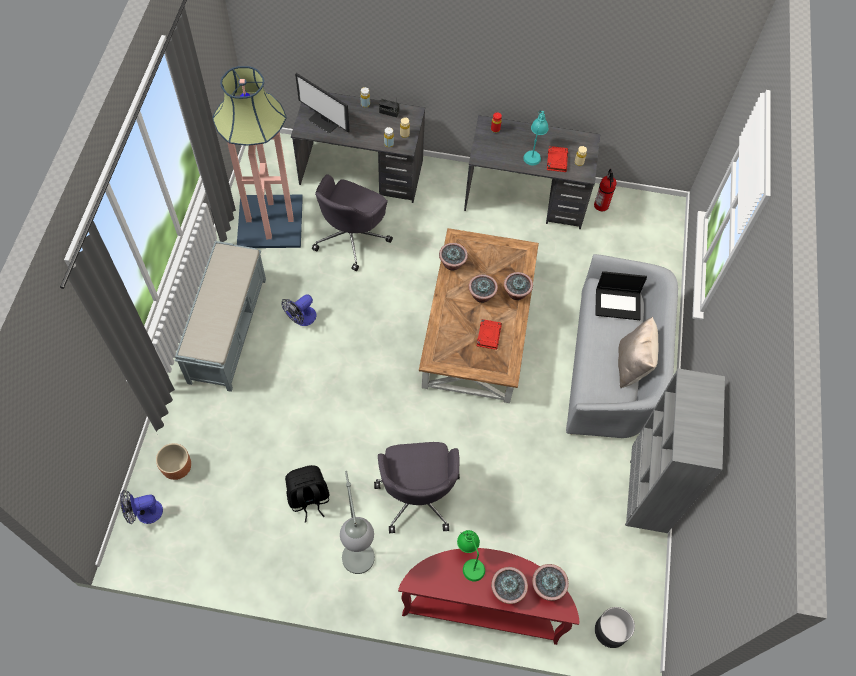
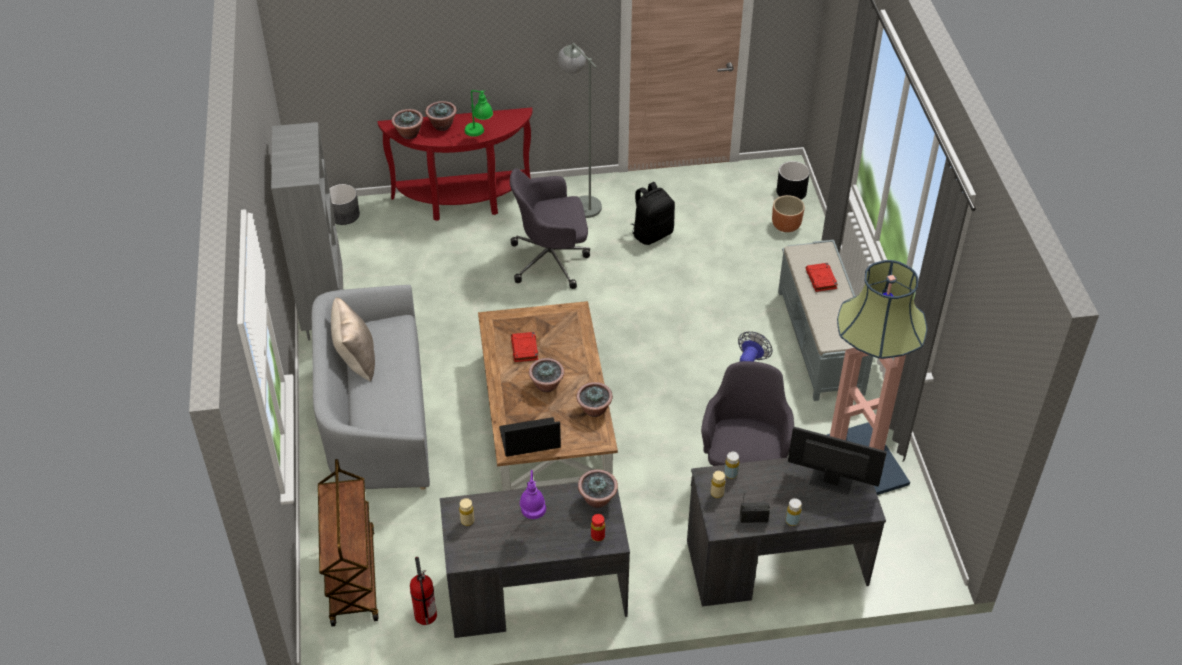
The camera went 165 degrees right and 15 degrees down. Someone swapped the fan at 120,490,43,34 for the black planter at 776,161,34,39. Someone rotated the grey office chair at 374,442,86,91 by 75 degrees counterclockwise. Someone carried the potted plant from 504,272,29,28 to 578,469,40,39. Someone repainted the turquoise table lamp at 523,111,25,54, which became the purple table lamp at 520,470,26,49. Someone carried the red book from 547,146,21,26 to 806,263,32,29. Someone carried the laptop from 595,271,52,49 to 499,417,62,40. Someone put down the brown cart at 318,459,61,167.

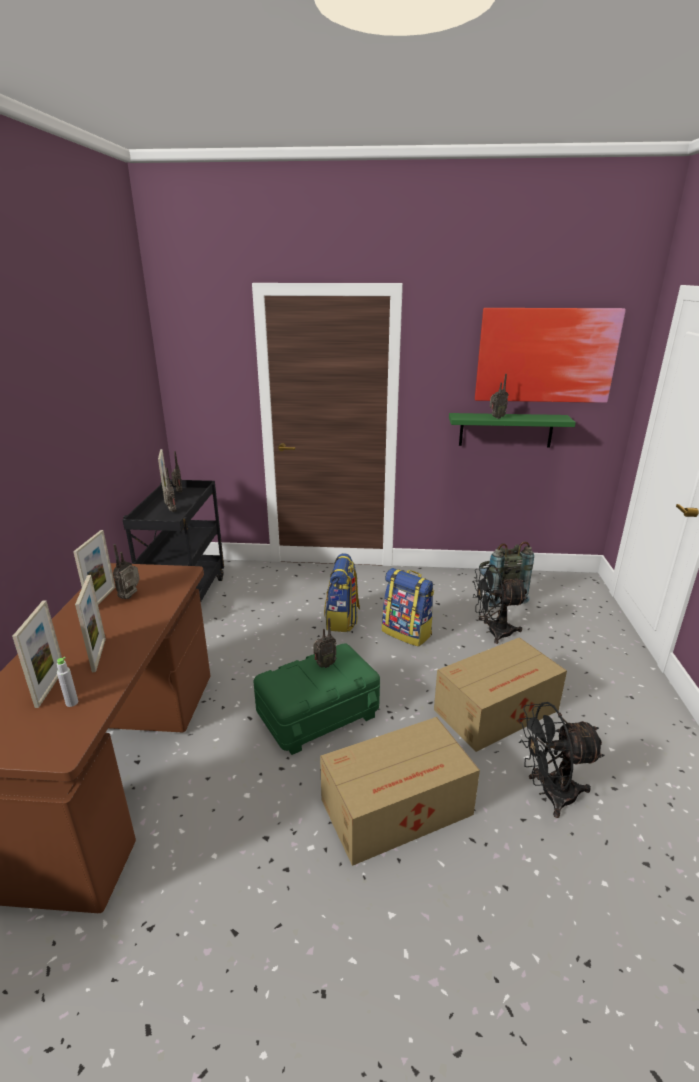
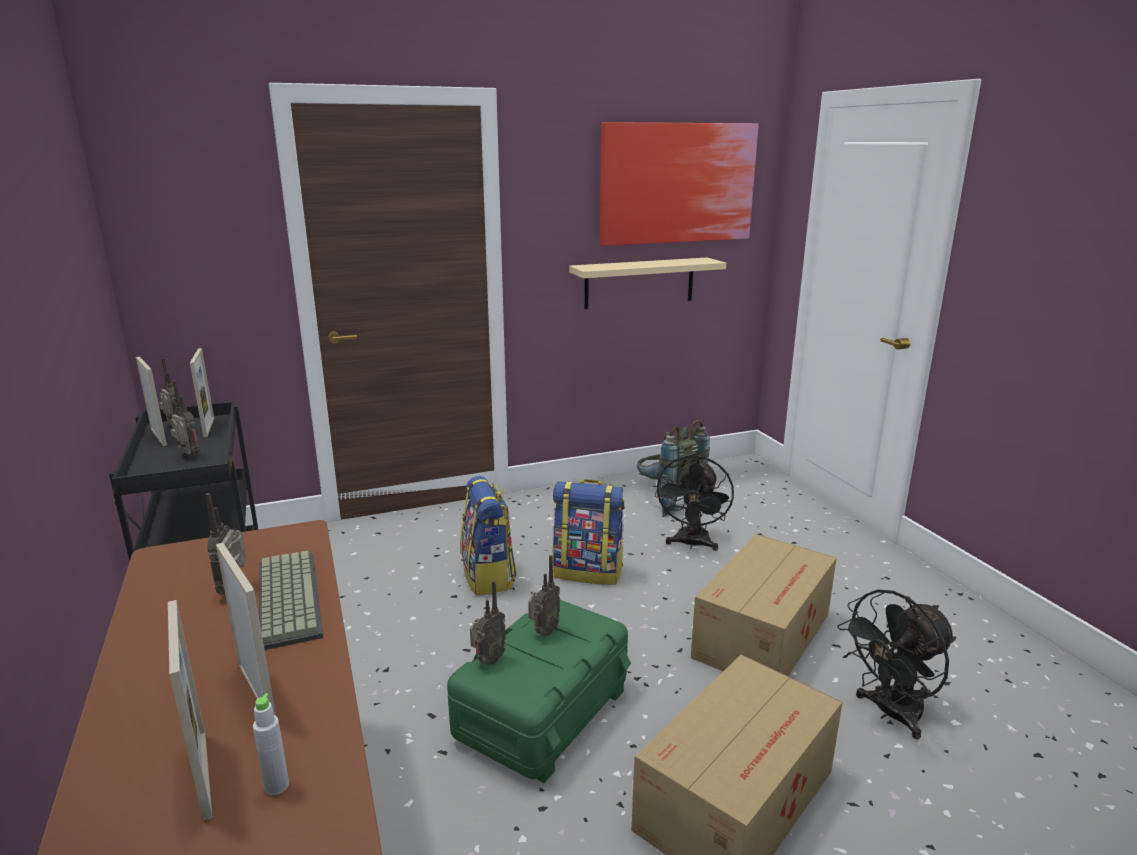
The camera went 25 degrees left and 5 degrees down. Someone carried the picture frame from 73,530,42,75 to 190,348,24,89. Someone repainted the green shelf at 449,413,127,35, which became the beige shelf at 569,257,157,52. Someone rotated the black fan at 472,565,55,79 by 45 degrees counterclockwise. Someone carried the radio from 490,374,18,45 to 470,580,36,86. Someone put down the keyboard at 259,550,64,100.

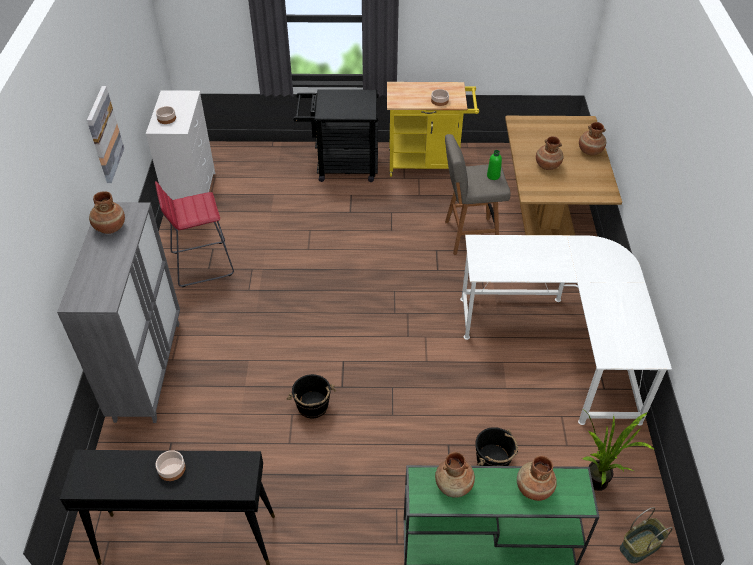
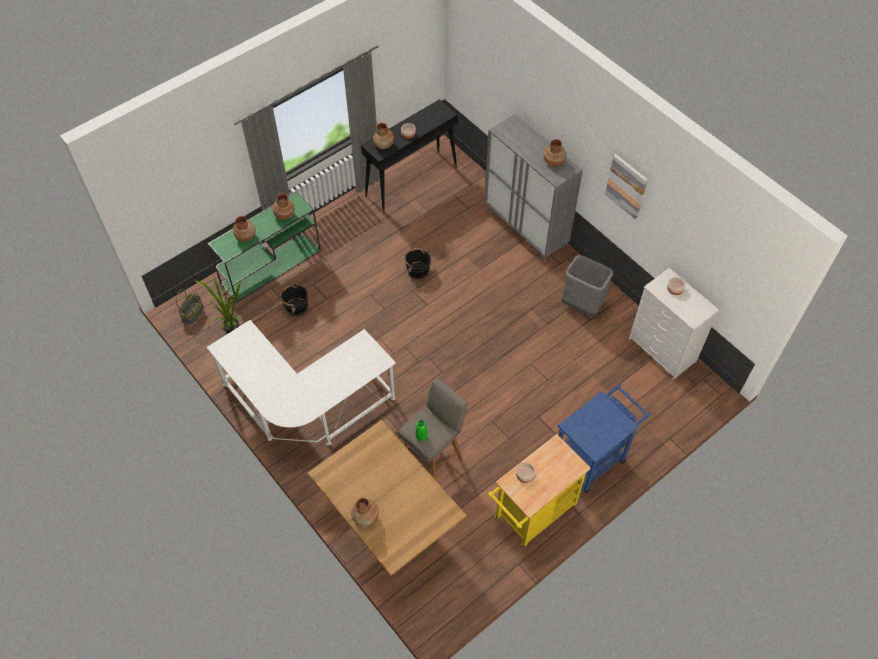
The camera went 140 degrees right and 10 degrees up. Someone swapped the red stool at 155,181,79,106 for the grey trash can at 562,255,51,62. Someone repainted the black cart at 293,89,86,93, which became the blue cart at 558,384,93,110. Someone carried the brown vase from 536,136,27,34 to 373,123,21,26.

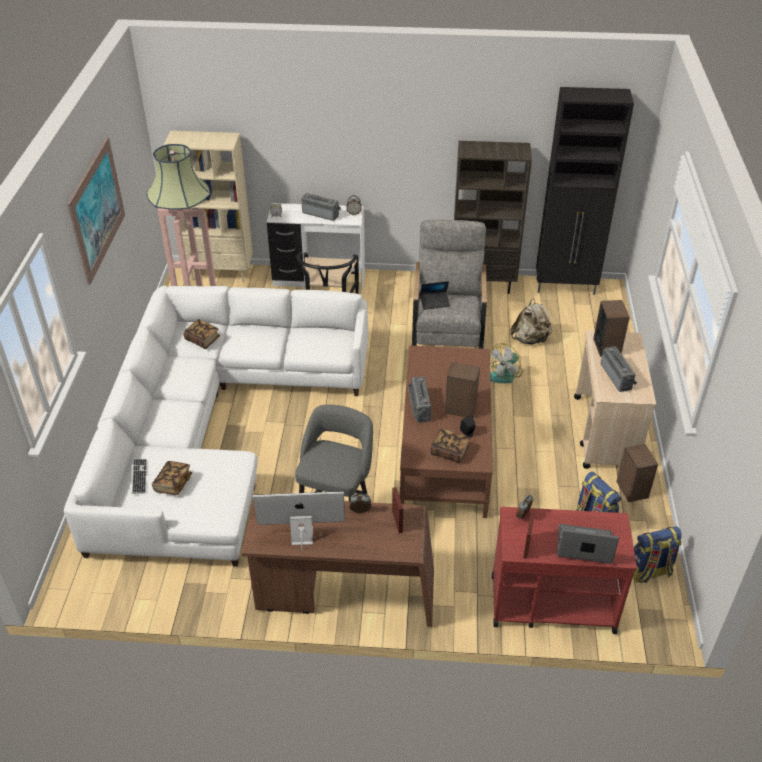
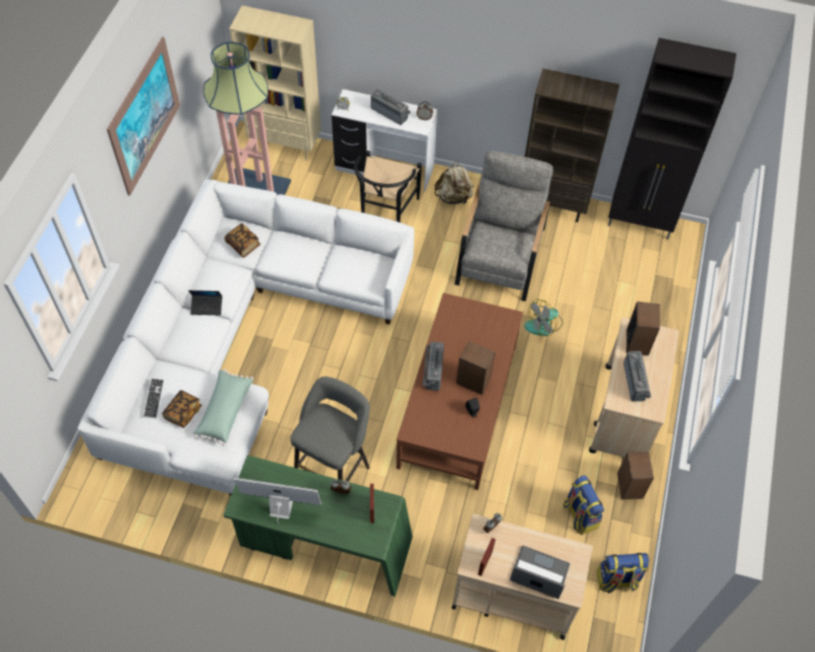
The camera went 10 degrees right and 15 degrees up. Someone repainted the brown desk at 242,501,192,126, which became the green desk at 223,455,190,141. Someone carried the laptop from 420,281,30,29 to 188,290,34,25. Someone took away the book at 431,428,39,35. Someone repainted the red cart at 492,507,145,127, which became the beige cart at 452,514,141,126. Someone carried the beige backpack from 510,299,42,46 to 434,161,40,43. Someone put down the green pillow at 193,369,60,77.

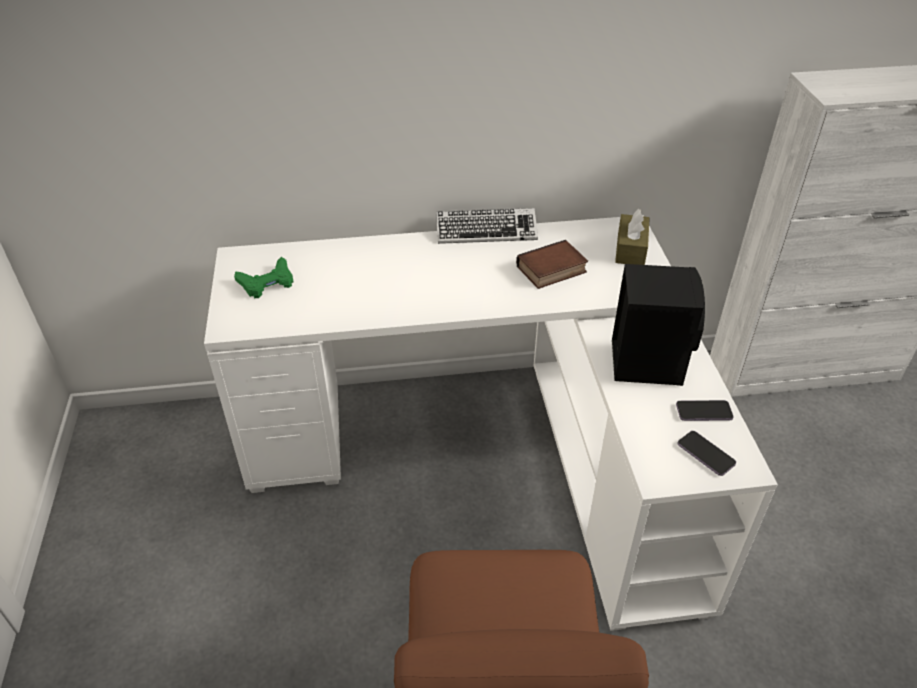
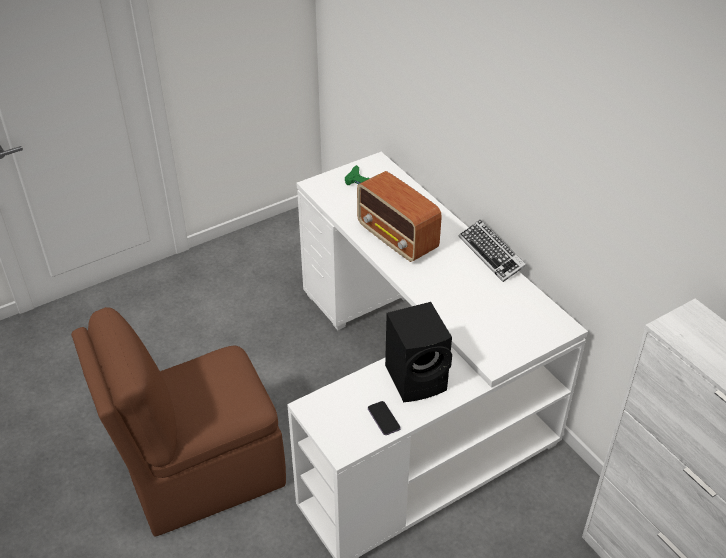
The camera went 65 degrees right and 0 degrees up. Someone took away the book at 516,240,72,49. Someone took away the brown tissue box at 615,209,35,56. Someone took away the phone at 678,431,58,45. Someone put down the radio at 357,171,85,91.

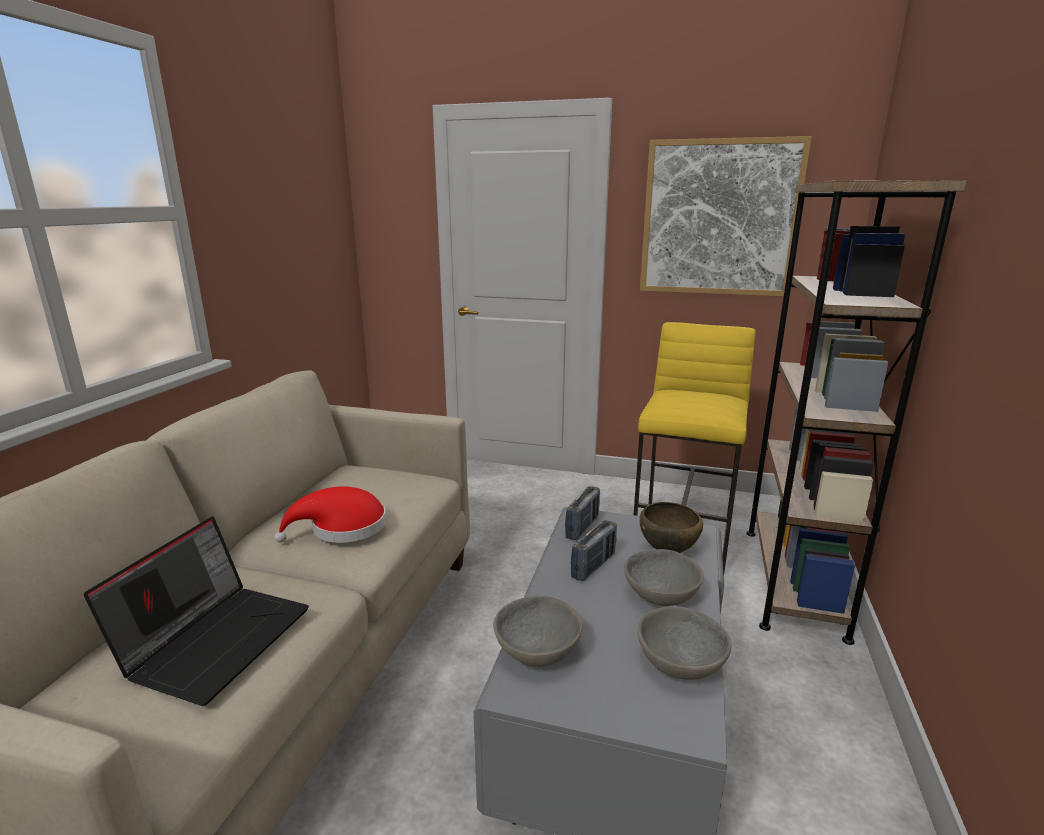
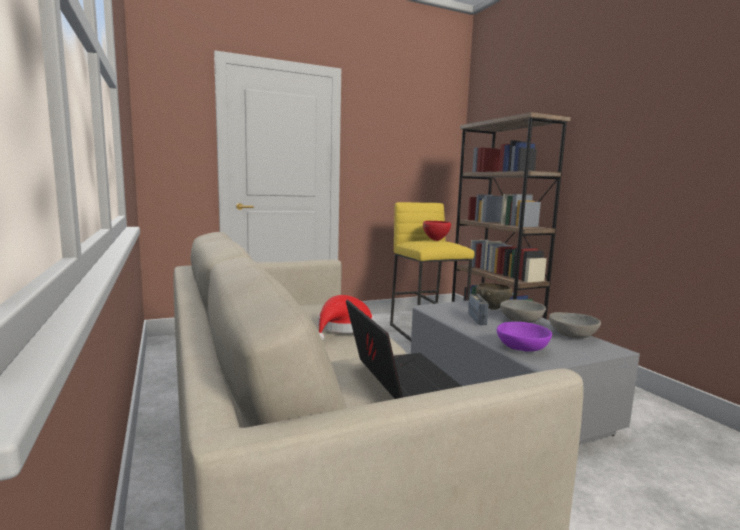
The camera went 40 degrees left and 10 degrees down. Someone repainted the grey bowl at 493,596,89,71, which became the purple bowl at 497,322,55,30. Someone took away the radio at 565,486,35,54. Someone took away the picture at 640,136,172,161. Someone put down the red bowl at 423,221,28,20.

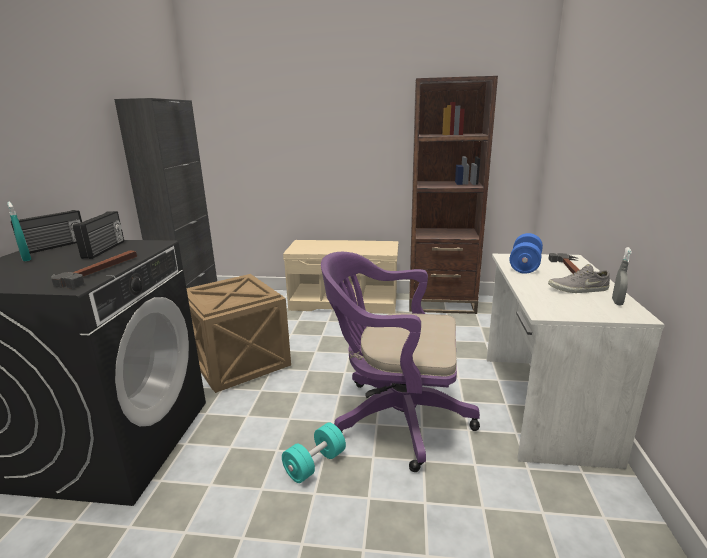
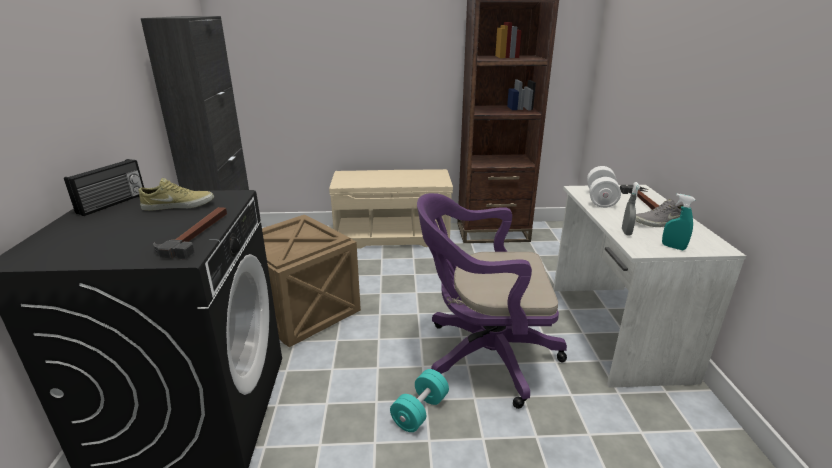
The camera went 10 degrees left and 5 degrees up. Someone carried the turquoise spray bottle from 7,202,24,59 to 662,194,33,56. Someone swapped the radio at 73,211,51,48 for the beige shoe at 138,178,76,33. Someone repainted the blue dumbbell at 509,233,34,41, which became the white dumbbell at 587,166,34,42. Someone carried the grey spray bottle from 612,247,20,58 to 622,182,18,54.

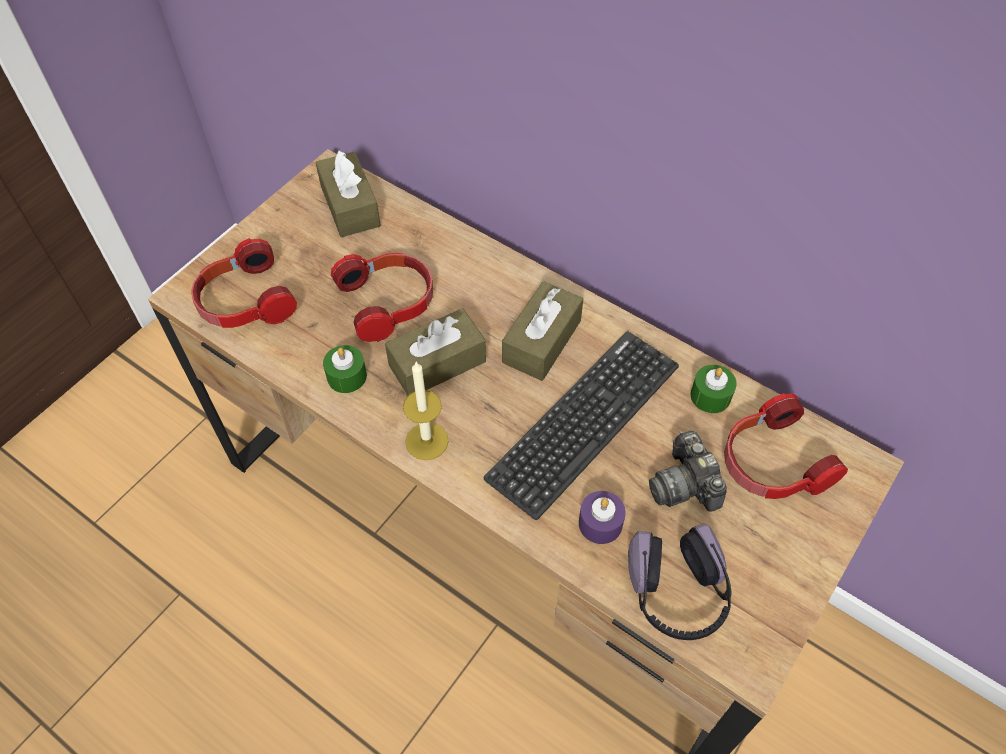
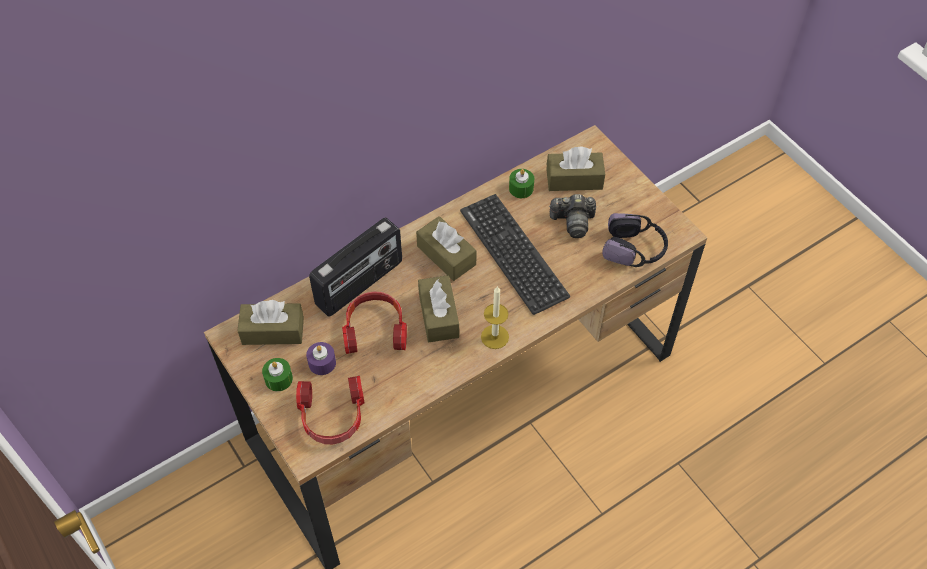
The camera went 70 degrees left and 0 degrees up. Someone carried the green candle from 323,345,44,48 to 262,358,31,33. Someone carried the purple candle from 579,491,47,53 to 306,342,30,33. Someone swapped the headphones at 724,393,124,106 for the brown tissue box at 546,146,59,45. Someone put down the radio at 309,218,93,99.

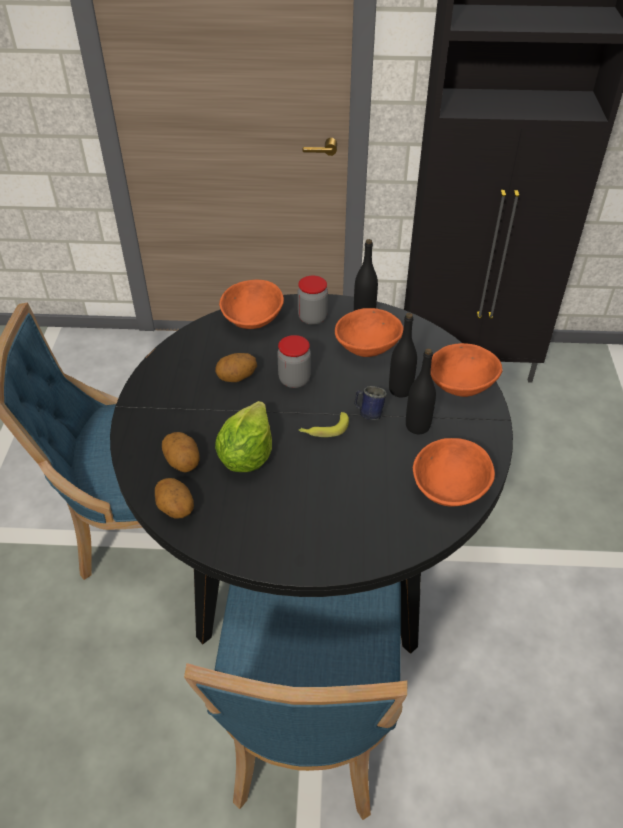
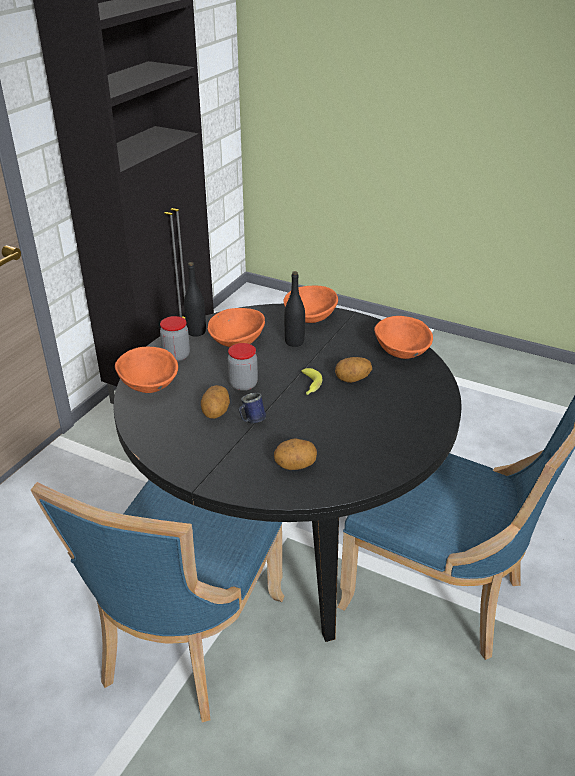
The camera went 65 degrees left and 10 degrees down. Someone carried the potato from 155,478,39,41 to 335,357,37,26. Someone took away the lettuce at 215,401,57,71. Someone carried the blue mug from 354,386,33,34 to 238,393,28,30. Someone took away the black bottle at 406,349,30,85.

